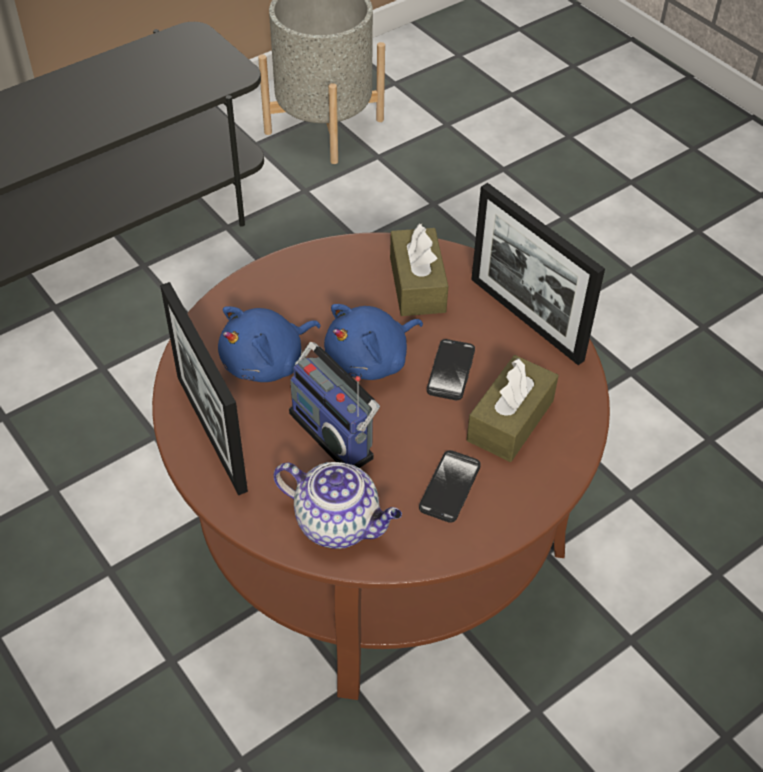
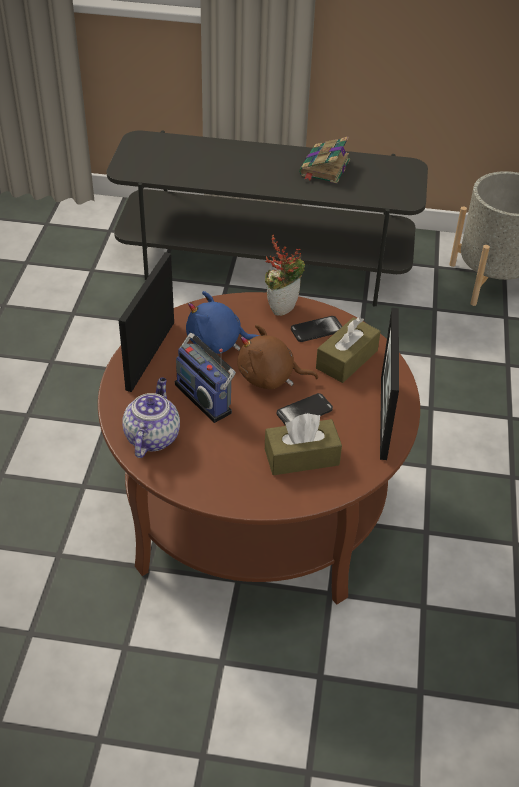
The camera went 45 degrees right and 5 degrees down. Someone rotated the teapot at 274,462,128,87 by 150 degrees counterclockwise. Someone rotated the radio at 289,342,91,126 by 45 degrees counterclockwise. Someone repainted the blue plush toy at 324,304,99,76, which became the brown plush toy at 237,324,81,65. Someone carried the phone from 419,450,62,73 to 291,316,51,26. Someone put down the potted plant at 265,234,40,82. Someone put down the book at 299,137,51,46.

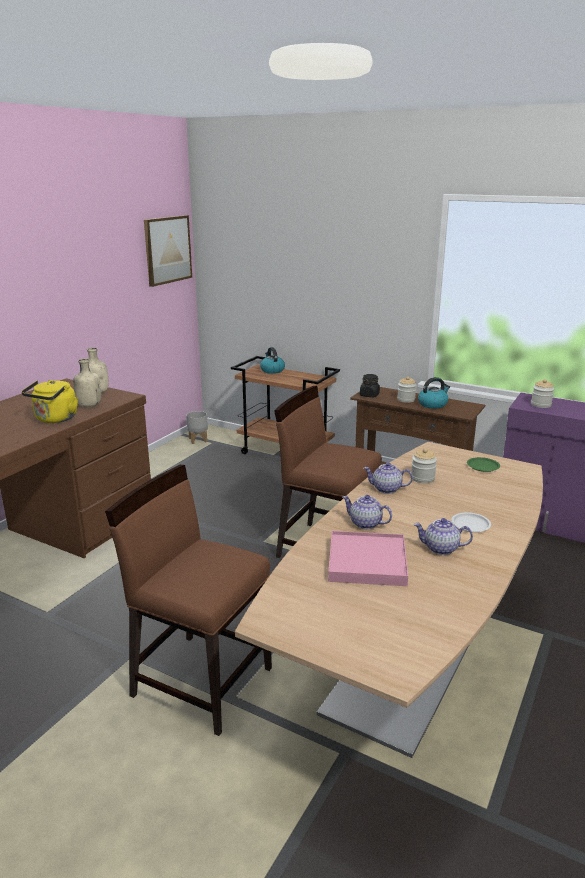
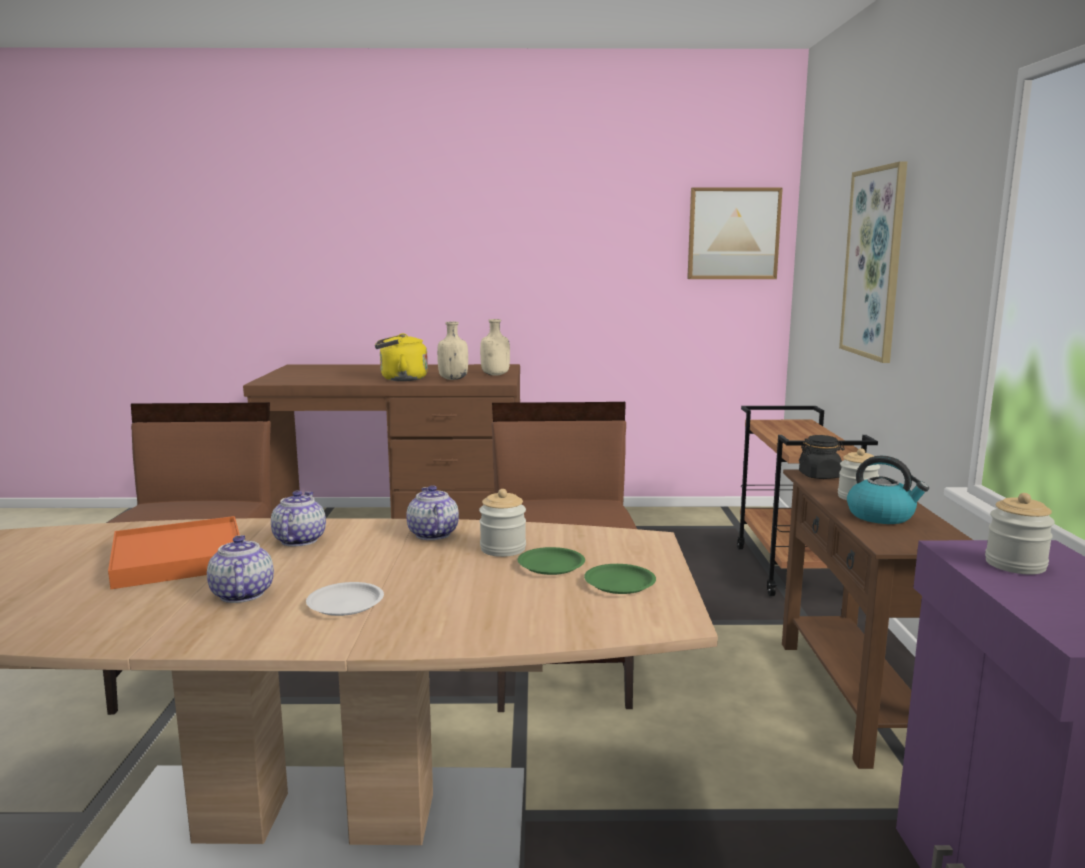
The camera went 60 degrees right and 10 degrees down. Someone took away the grey planter at 186,411,22,33. Someone took away the kettle at 260,347,25,27. Someone repainted the pink tray at 328,531,80,55, which became the orange tray at 108,516,132,73. Someone put down the green plate at 518,547,67,28. Someone put up the picture at 839,161,68,202.

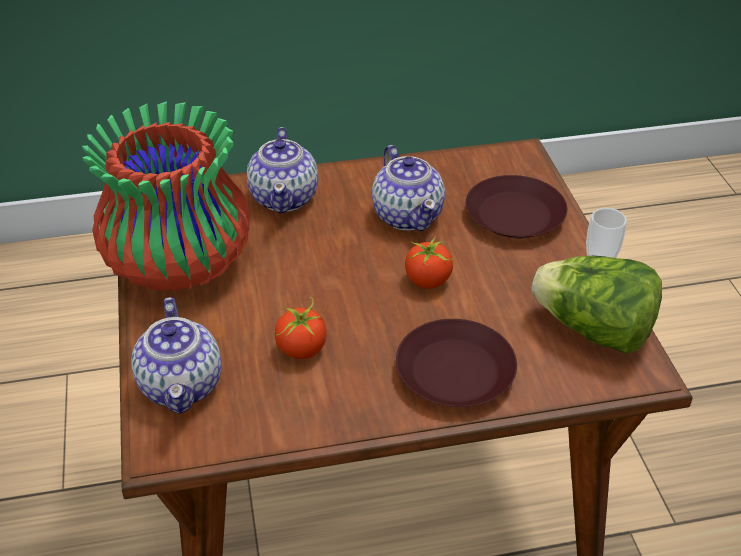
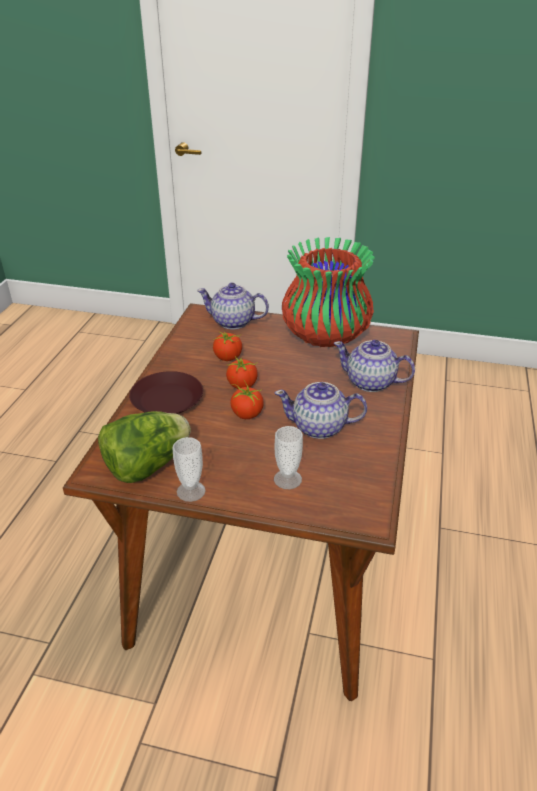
The camera went 115 degrees right and 5 degrees down. Someone swapped the brown plate at 466,175,101,63 for the cup at 274,426,29,63. Someone put down the tomato at 226,356,32,33.

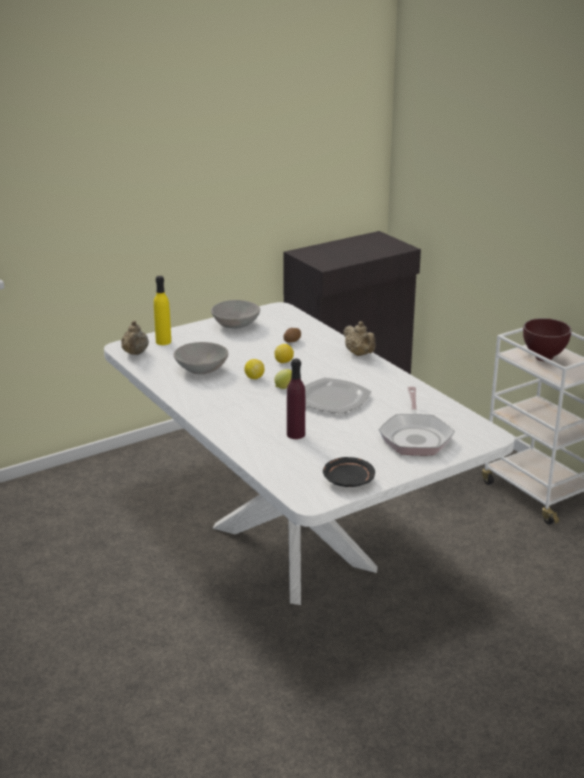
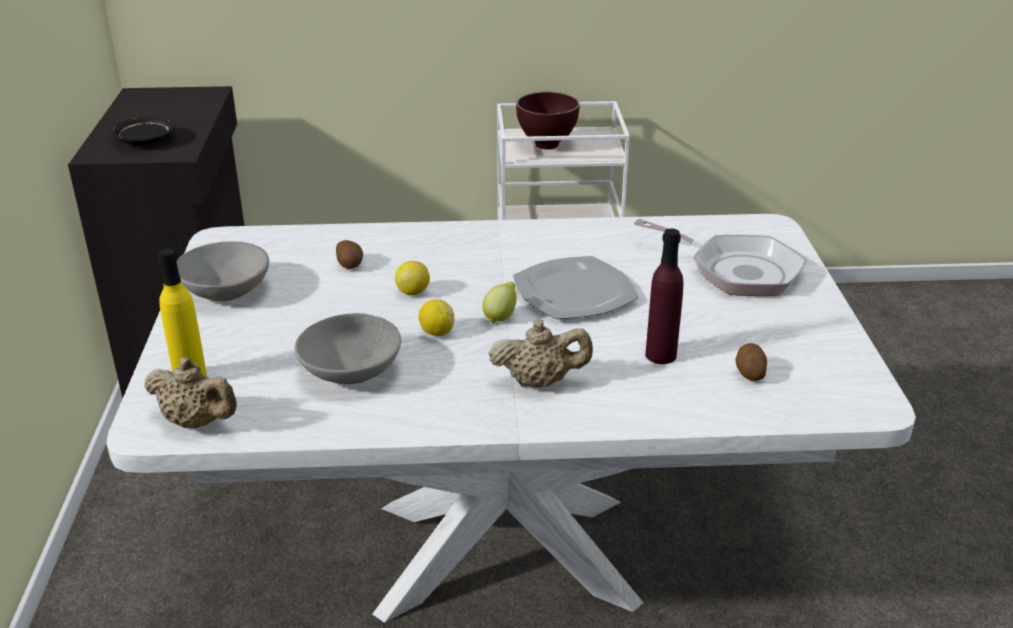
The camera went 60 degrees left and 5 degrees up. Someone carried the black plate from 323,457,52,30 to 111,117,65,29. Someone carried the beige teapot from 343,321,33,35 to 489,320,104,68. Someone put down the potato at 735,343,32,38.

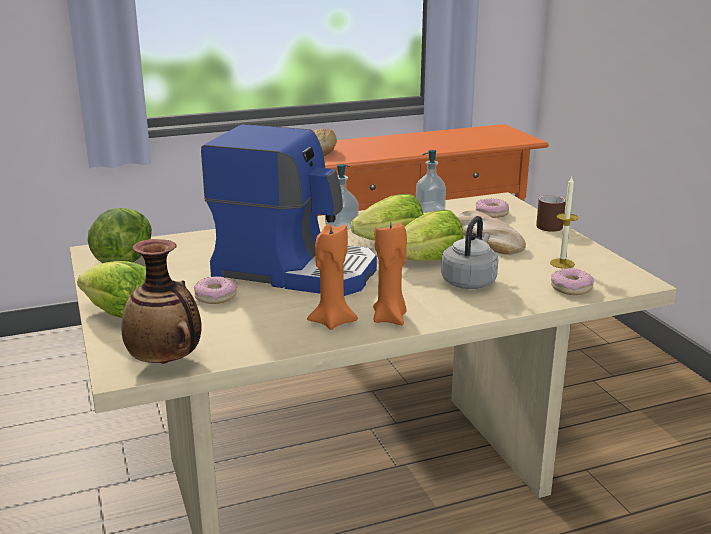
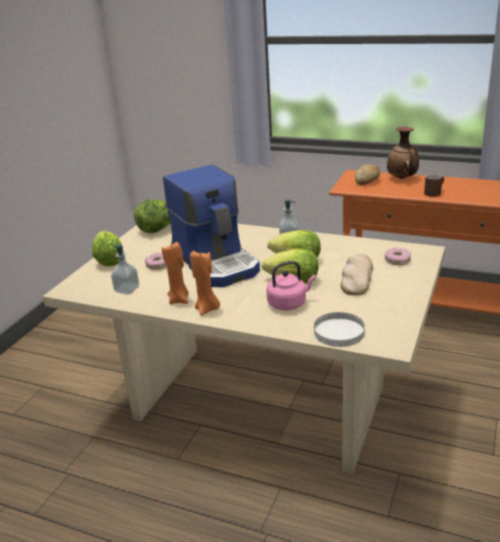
The camera went 45 degrees right and 5 degrees up. Someone carried the vase from 121,239,81,125 to 387,126,32,53. Someone carried the soap dispenser from 416,150,30,63 to 111,244,28,51. Someone repainted the grey kettle at 441,216,57,73, which became the pink kettle at 266,261,50,49. Someone carried the brown mug from 536,195,30,37 to 424,174,20,23. Someone took away the candle at 550,177,28,92. Someone swapped the donut at 551,268,43,27 for the white plate at 314,312,51,35.

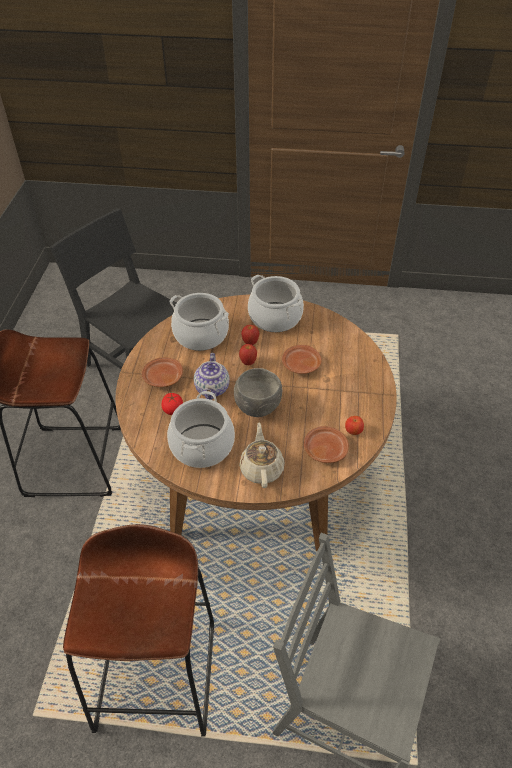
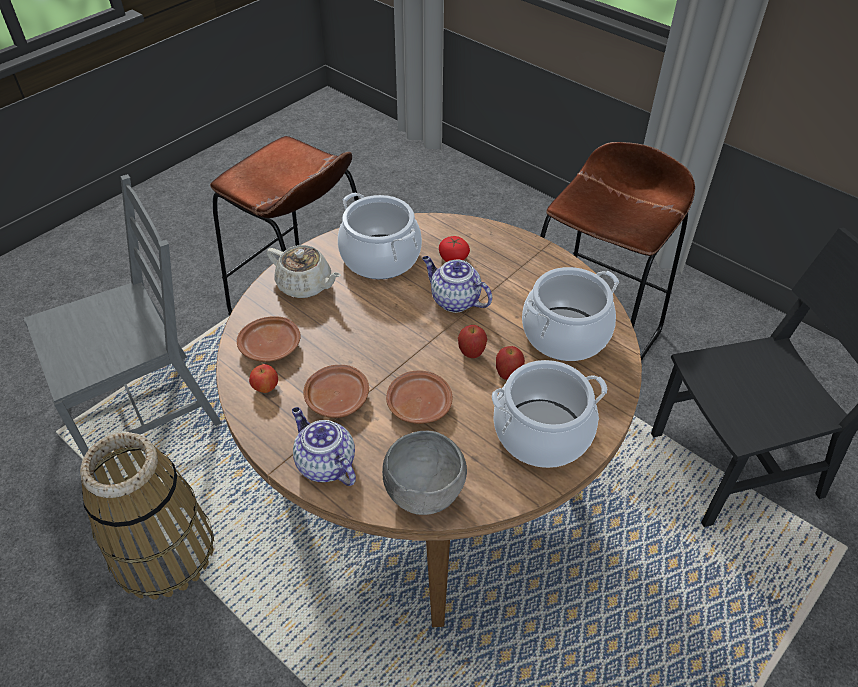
The camera went 125 degrees right and 0 degrees up. Someone carried the brown plate from 142,357,41,30 to 304,365,65,53. Someone carried the grey bowl from 234,368,48,49 to 382,431,85,84. Someone put down the basket at 80,432,134,168. Someone put down the teapot at 292,407,64,79.

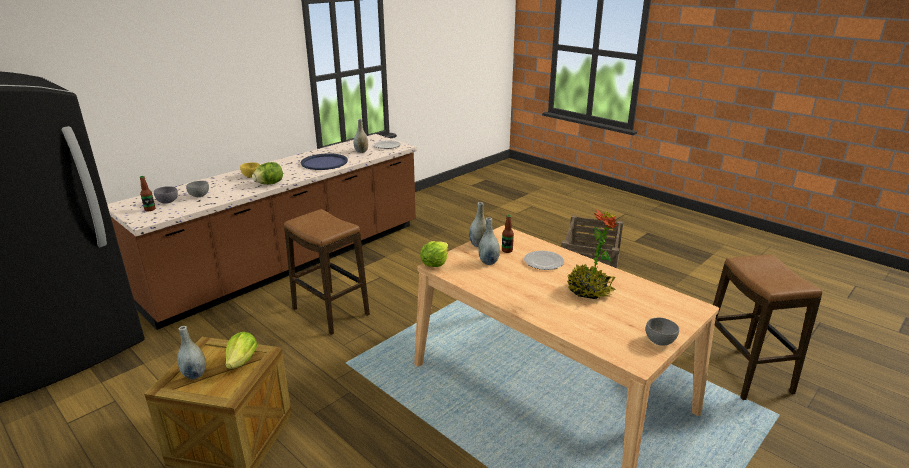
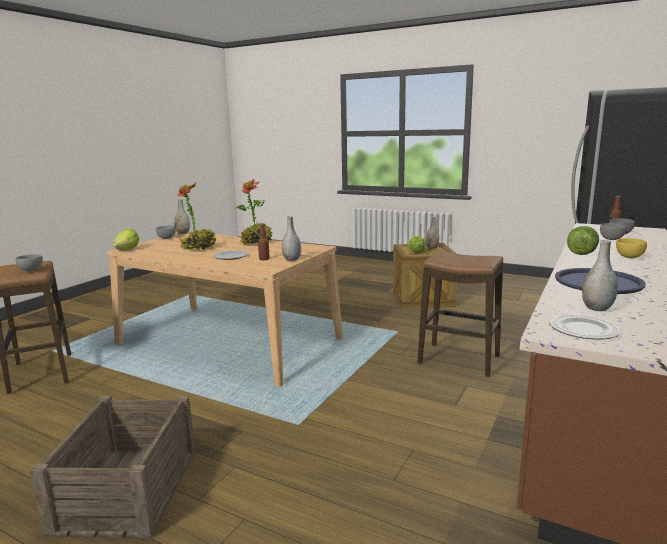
The camera went 165 degrees right and 10 degrees down. Someone carried the lettuce from 420,241,28,26 to 113,229,26,22. Someone carried the grey vase from 478,217,22,48 to 174,199,16,35. Someone put down the grey bowl at 15,254,28,18. Someone put down the potted plant at 236,179,37,66.

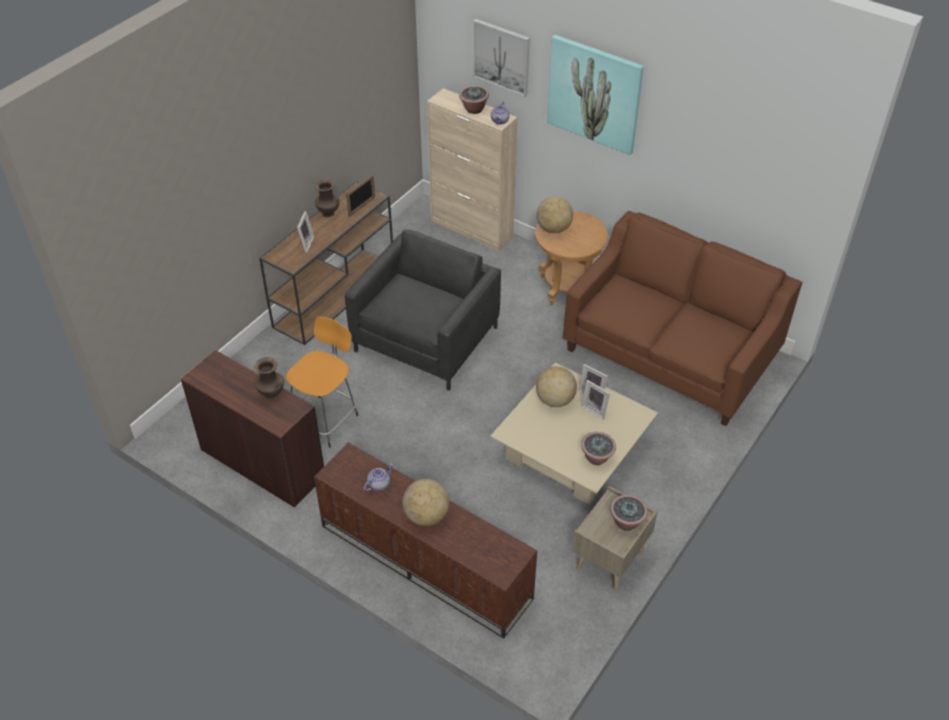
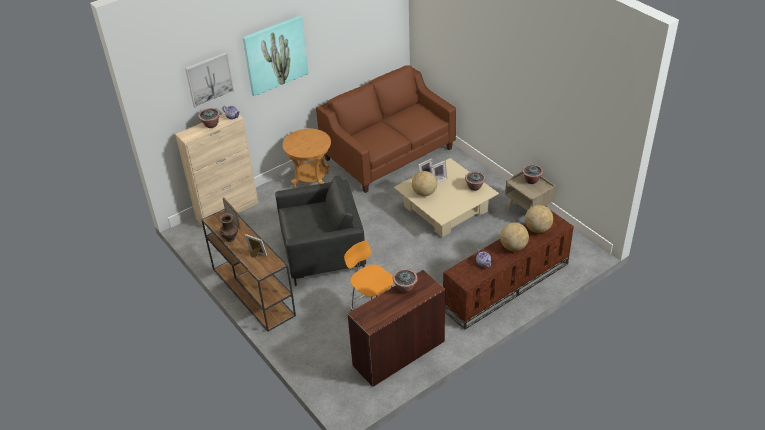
The camera went 70 degrees left and 5 degrees down. Someone swapped the brown vase at 254,357,30,42 for the potted plant at 393,269,25,24. Someone rotated the grey armchair at 345,229,156,162 by 120 degrees clockwise. Someone carried the globe from 536,196,37,37 to 525,205,28,28.

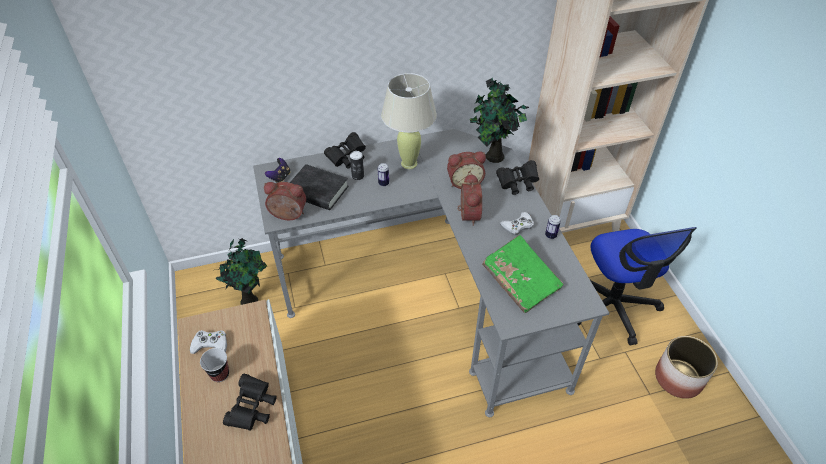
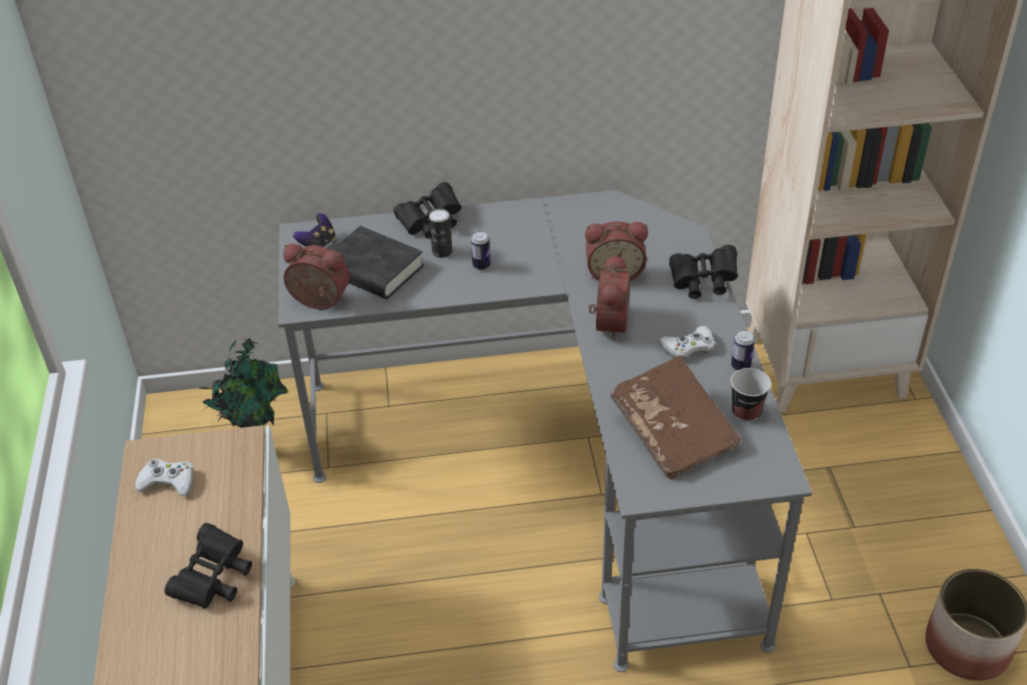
The camera went 10 degrees right and 5 degrees down. Someone carried the cup from 200,348,29,34 to 731,368,40,54. Someone took away the beige table lamp at 381,73,56,96. Someone took away the potted plant at 470,78,59,85. Someone repainted the green book at 482,235,82,78, which became the brown book at 611,356,131,123. Someone took away the office chair at 577,227,120,119.

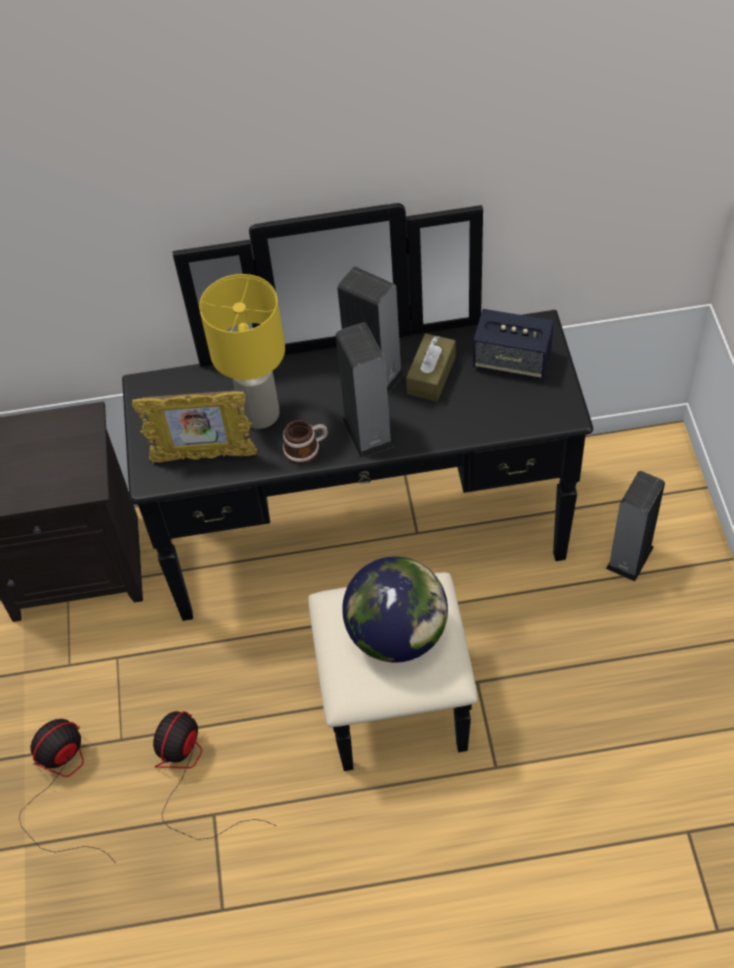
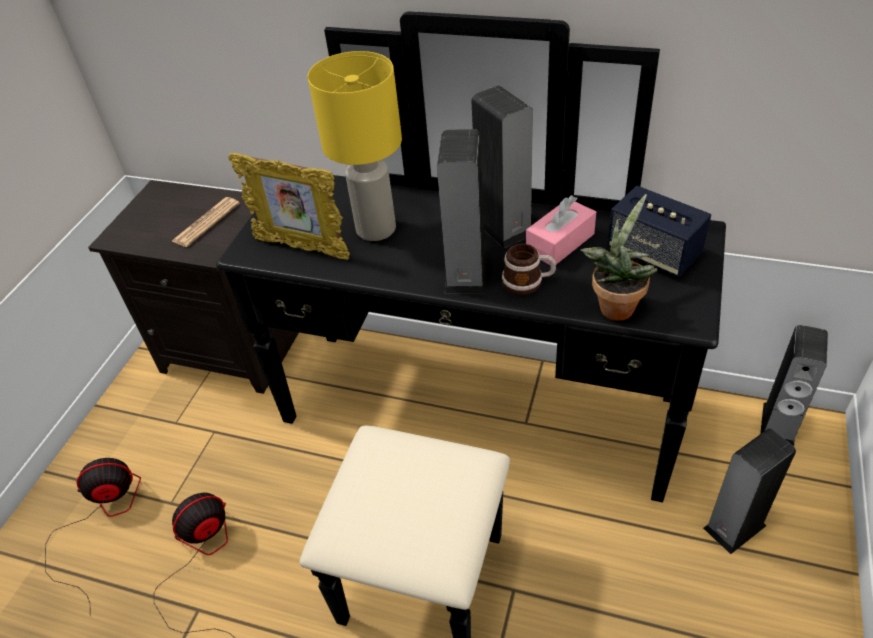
The camera went 25 degrees right and 10 degrees down. Someone carried the mug from 283,420,45,45 to 502,244,54,51. Someone took away the globe at 342,557,106,106. Someone repainted the brown tissue box at 406,333,50,68, which became the pink tissue box at 526,195,70,70. Someone put down the newspaper at 172,197,68,50. Someone put down the potted plant at 580,194,78,127. Someone put down the speaker at 760,325,68,121.

